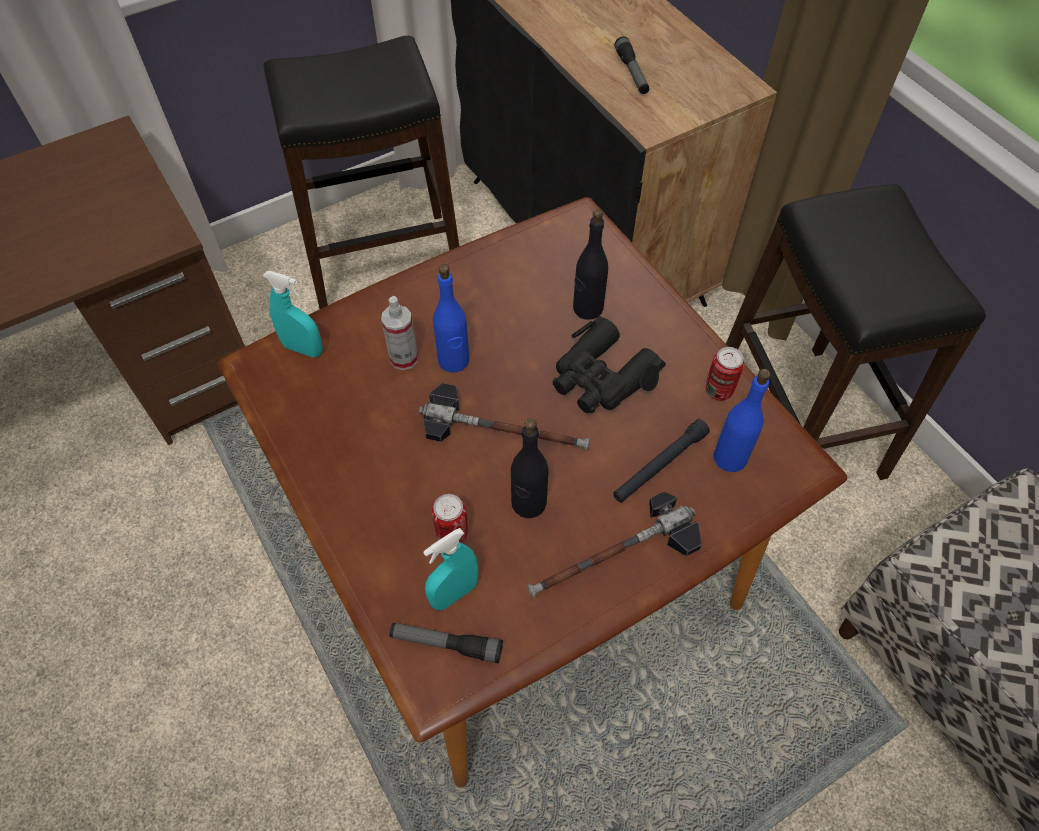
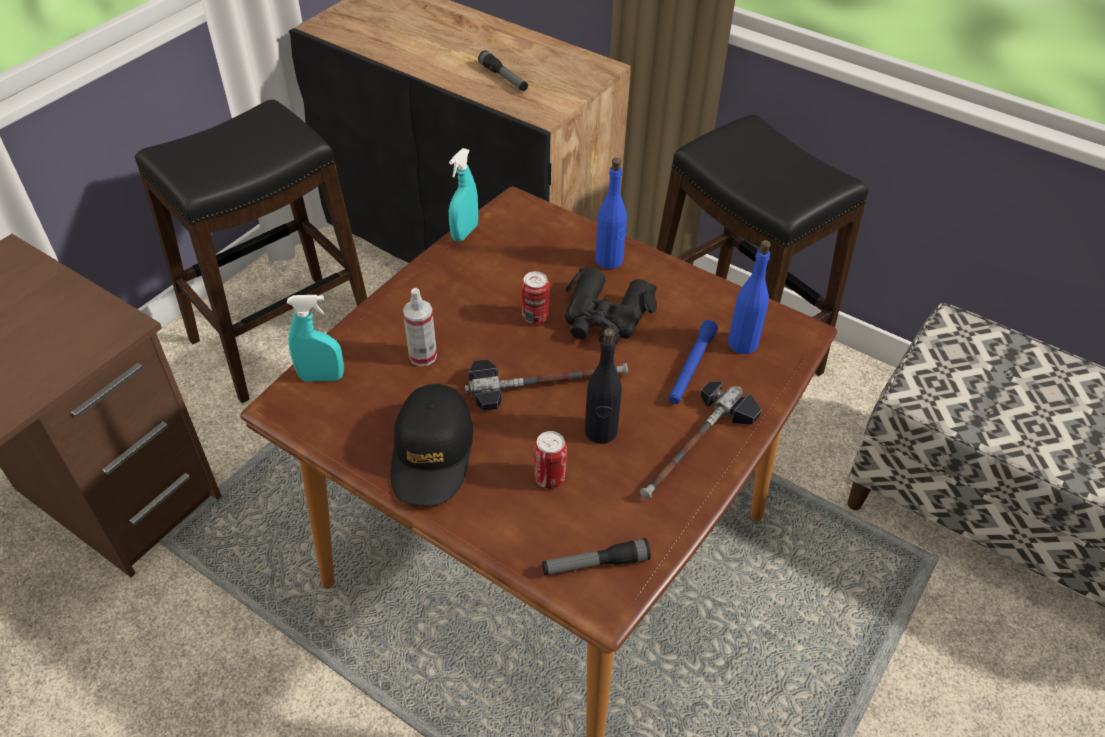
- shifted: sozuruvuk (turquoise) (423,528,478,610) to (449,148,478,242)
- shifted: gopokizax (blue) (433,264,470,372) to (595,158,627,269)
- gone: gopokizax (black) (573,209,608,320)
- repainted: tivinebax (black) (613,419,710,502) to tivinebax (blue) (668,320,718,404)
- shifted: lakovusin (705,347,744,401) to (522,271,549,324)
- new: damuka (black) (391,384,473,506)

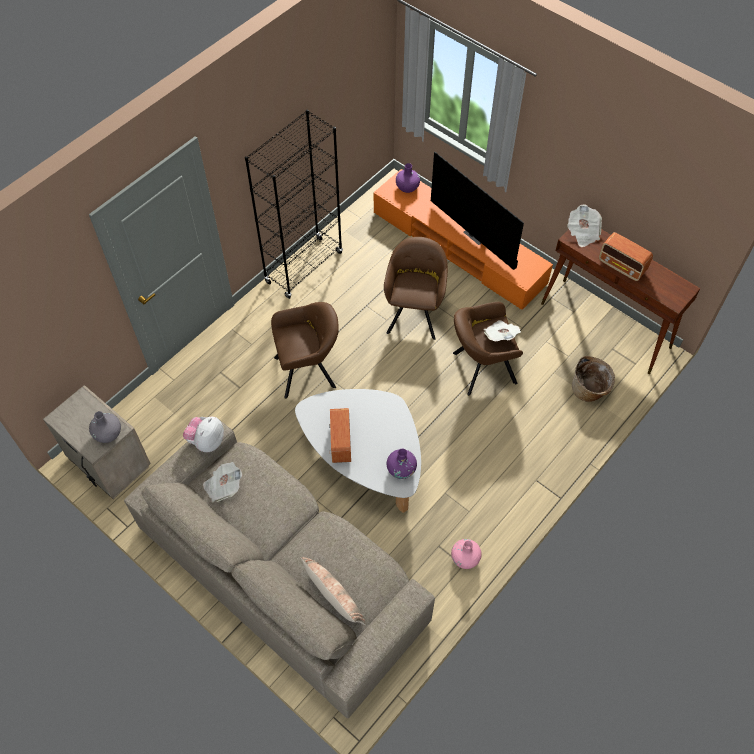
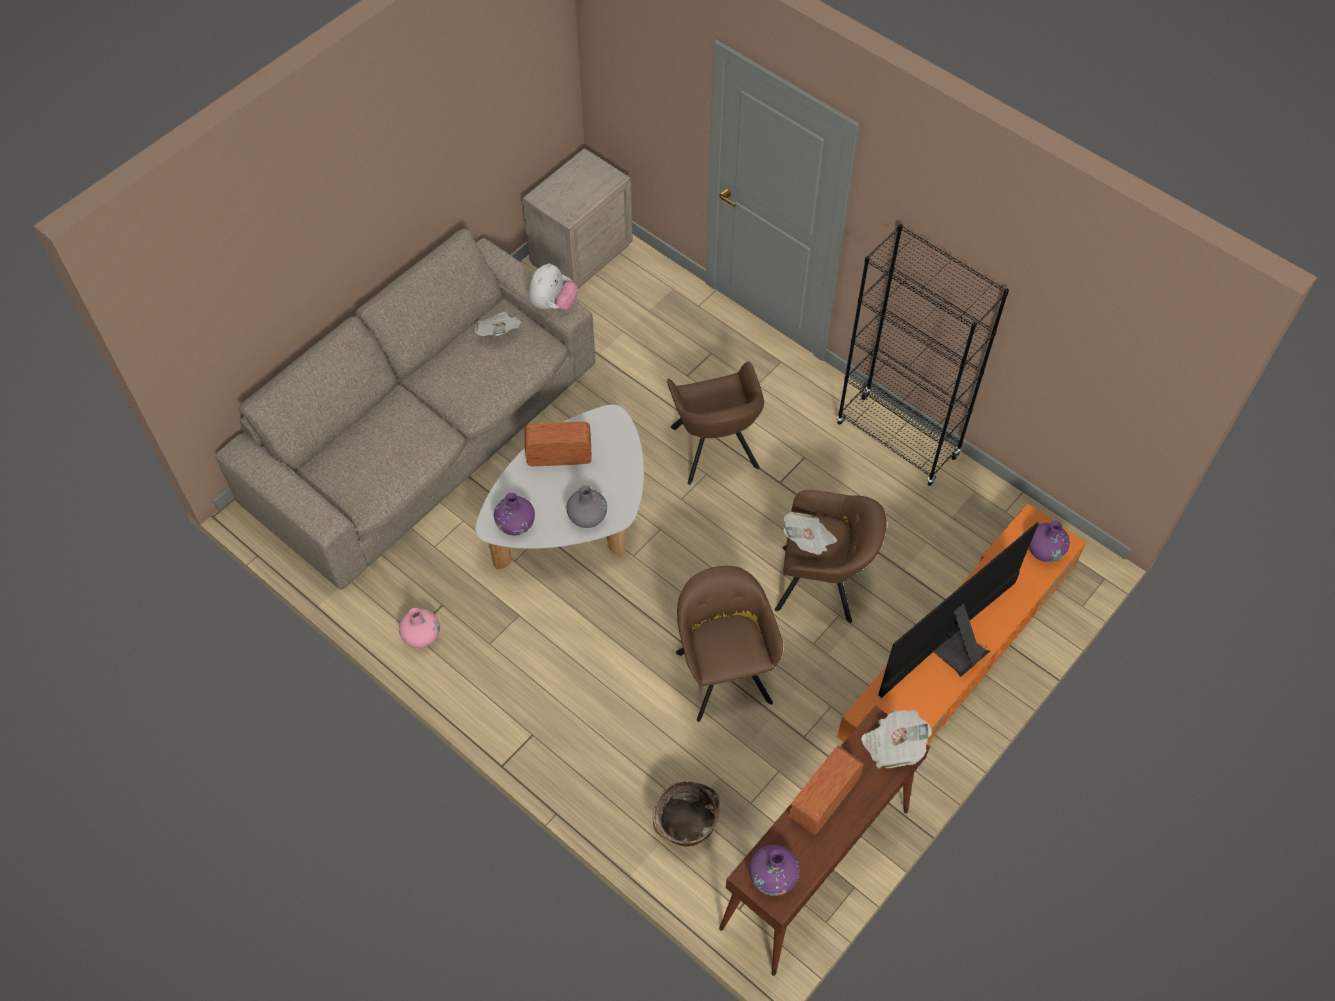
- shifted: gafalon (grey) (89,411,121,443) to (566,485,607,528)
- rotated: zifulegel (183,417,224,452) = (528,263,578,310) 90 degrees clockwise
- gone: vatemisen (301,557,366,625)
- shifted: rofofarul (483,320,521,341) to (783,512,837,555)
- new: gafalon (purple) (749,845,799,896)

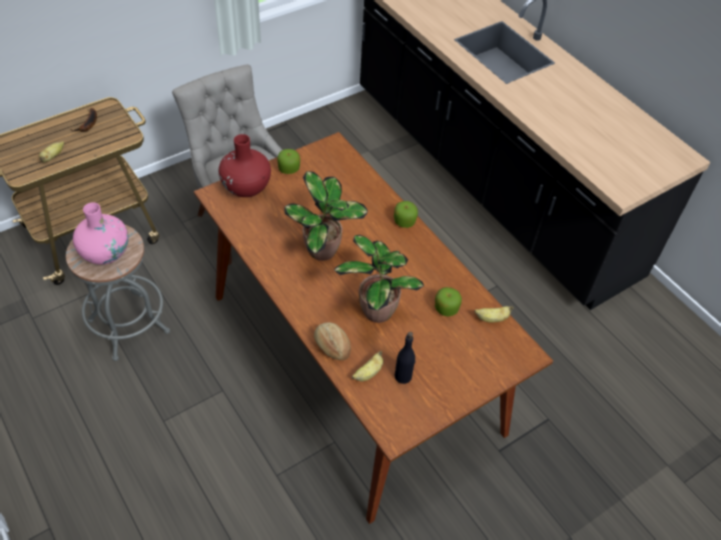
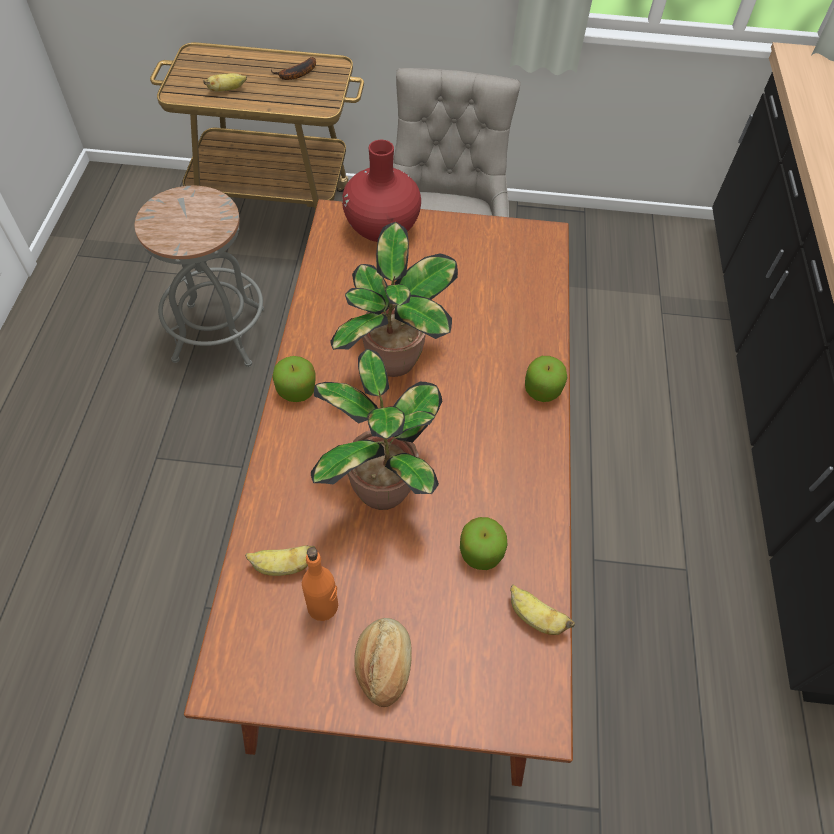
- gone: gafalon (pink) (73,202,129,265)
- shifted: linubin (277,149,300,174) to (272,356,316,402)
- shifted: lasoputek (314,322,351,360) to (354,618,412,707)
- repainted: gopokizax (black) (394,332,415,384) to gopokizax (orange) (302,547,338,621)

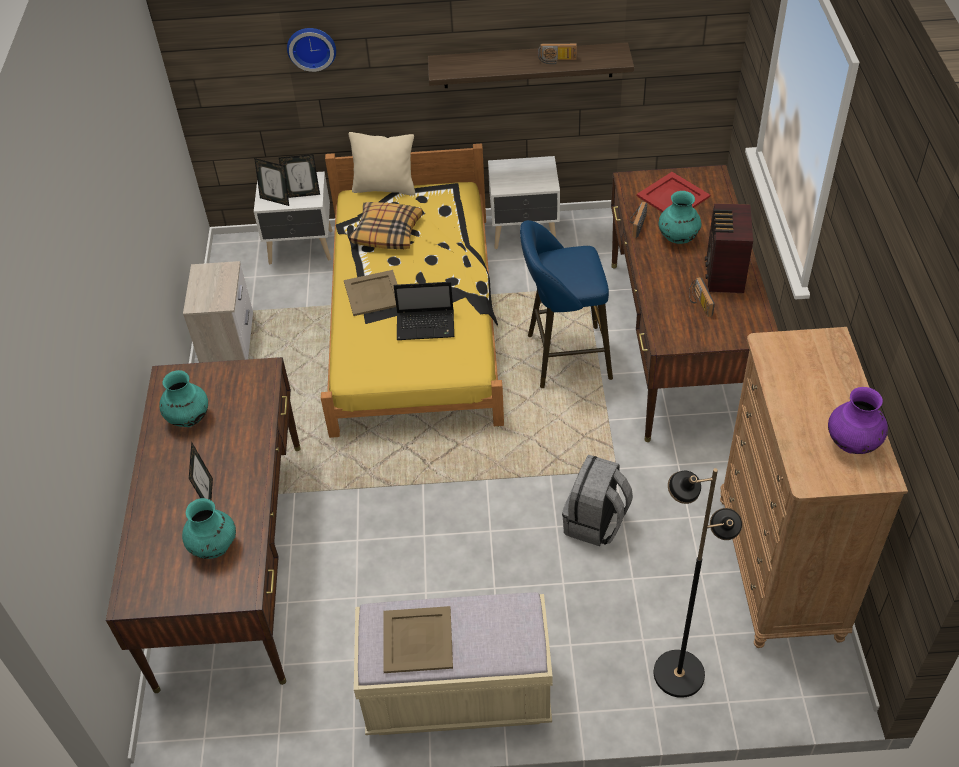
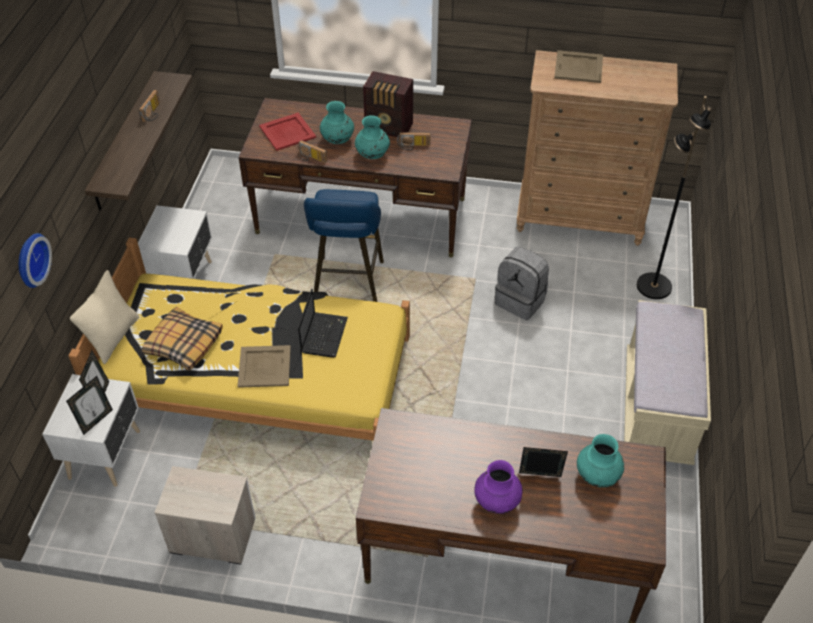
- shifted: gafalon (turquoise) (159,370,208,427) to (355,115,390,159)
- shifted: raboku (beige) (383,606,453,673) to (554,50,603,83)
- shifted: gafalon (purple) (828,387,888,454) to (474,460,523,514)

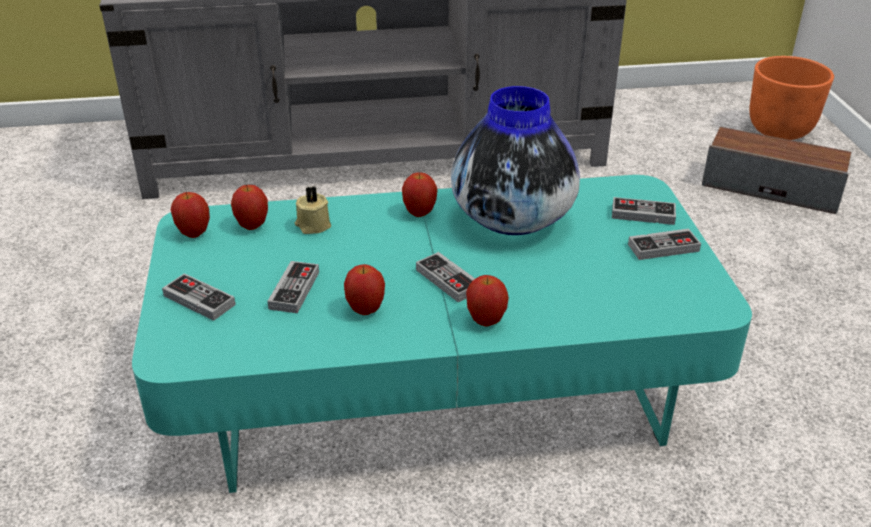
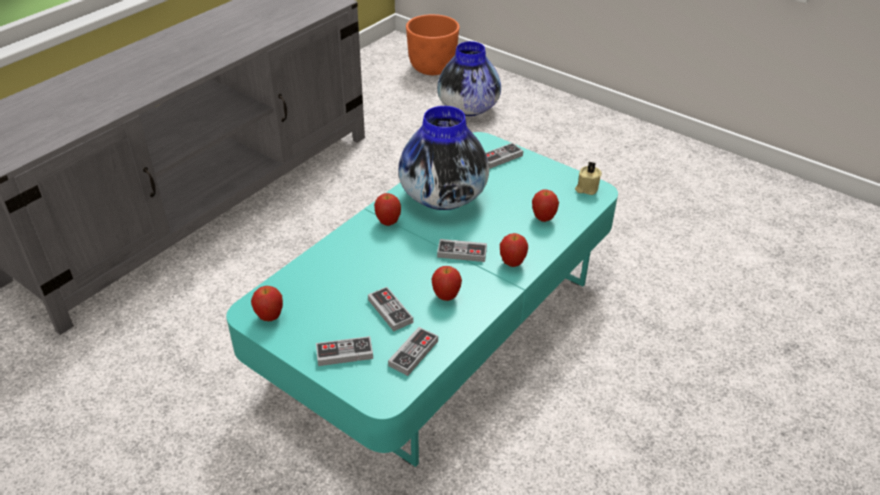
- shifted: linubin (231,185,268,230) to (532,190,559,222)
- shifted: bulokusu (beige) (295,186,331,234) to (575,162,602,195)
- shifted: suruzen (628,229,701,260) to (388,327,438,376)
- swapped: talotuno (702,127,851,214) to gafalon (437,41,501,116)

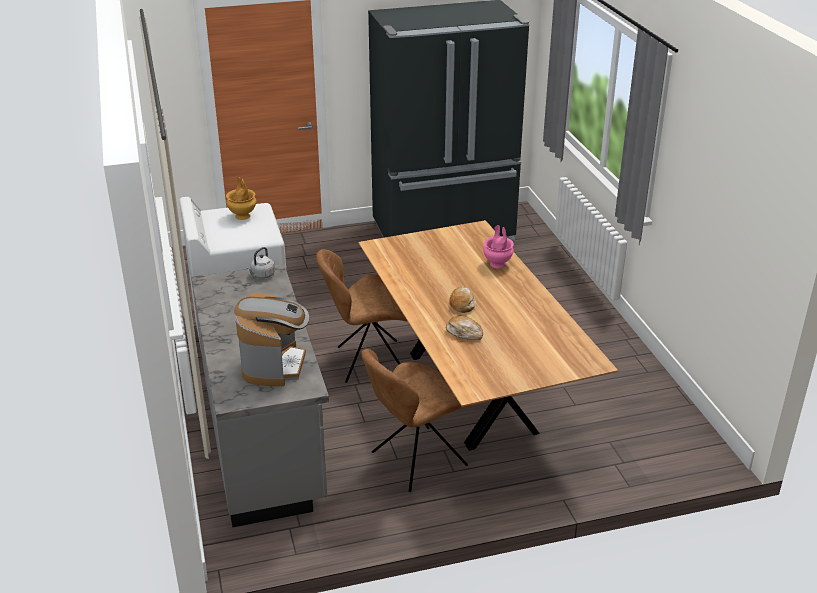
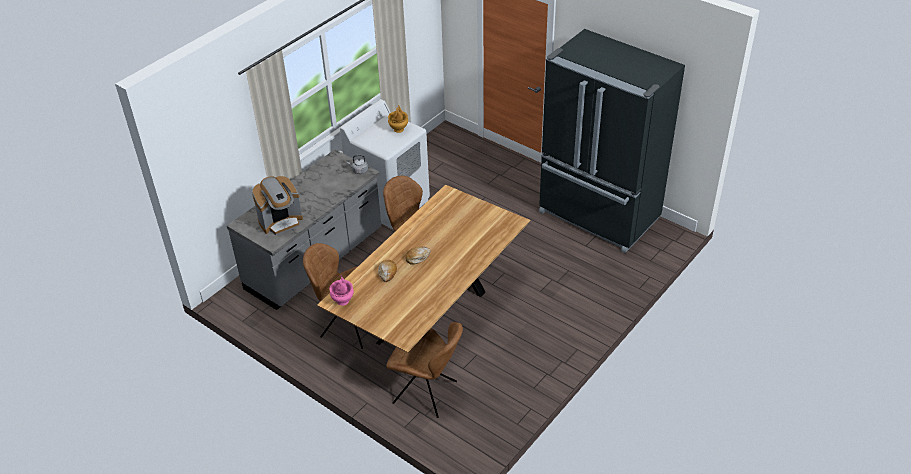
- shifted: gafalon (pink) (483,225,514,268) to (329,276,354,306)
- new: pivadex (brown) (386,322,463,418)

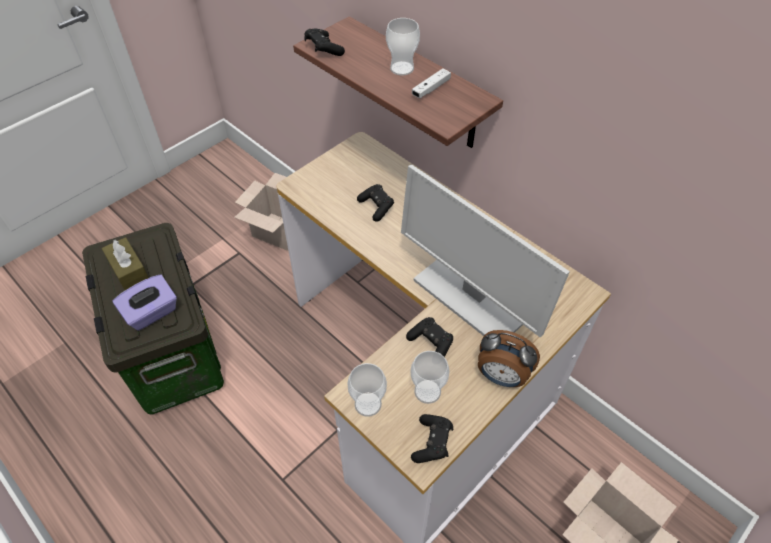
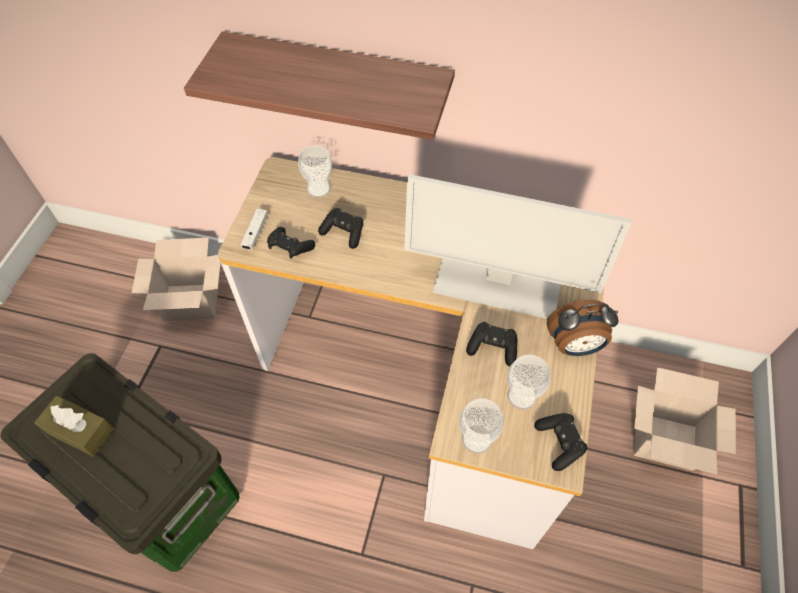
- gone: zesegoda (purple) (112,275,177,330)
- shifted: suruzen (black) (304,29,345,56) to (267,227,315,259)
- shifted: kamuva (386,18,420,76) to (298,146,332,198)
- shifted: suruzen (white) (412,68,451,98) to (241,209,268,250)

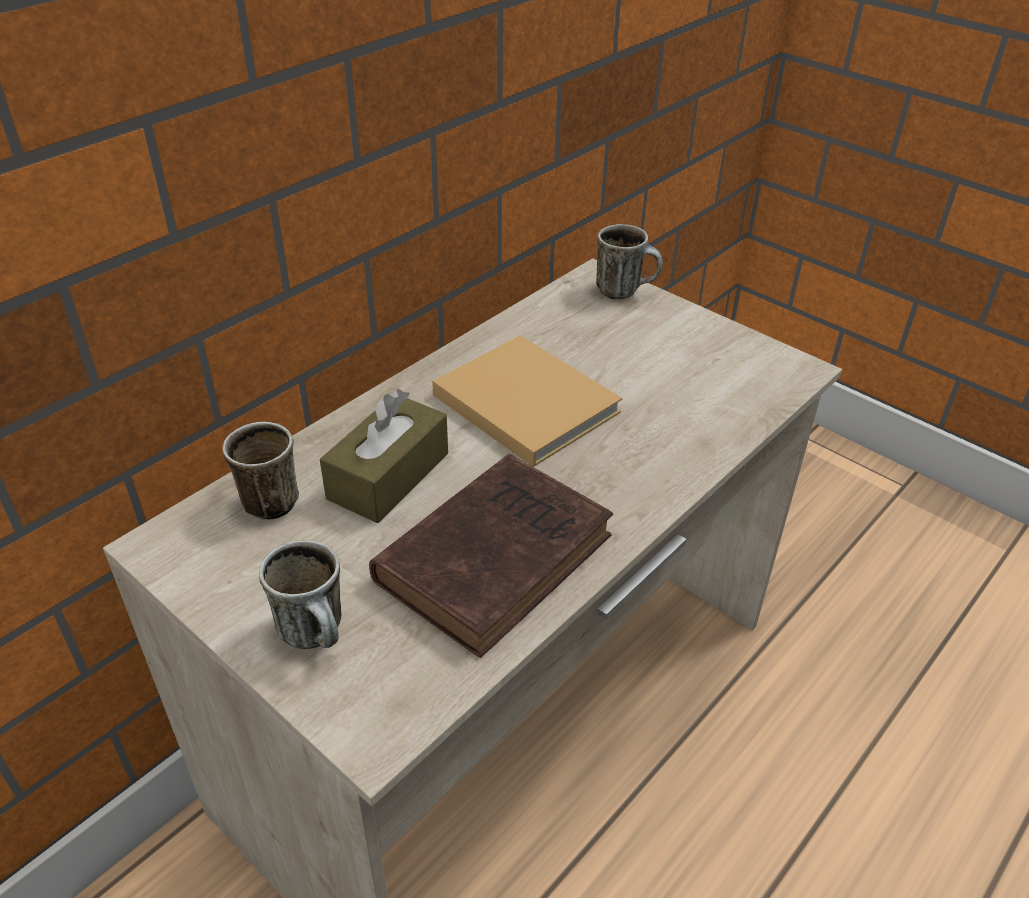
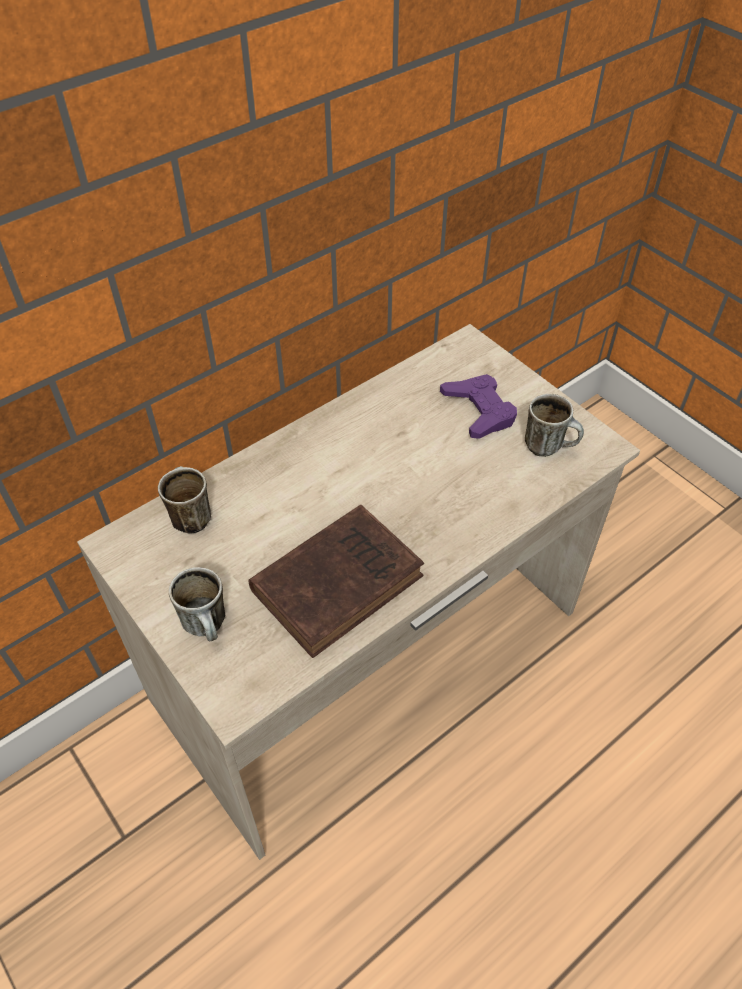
- gone: zesegoda (brown) (320,389,448,523)
- gone: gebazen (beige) (432,335,622,467)
- shifted: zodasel (596,224,663,299) to (525,394,584,457)
- new: suruzen (purple) (440,374,517,439)

